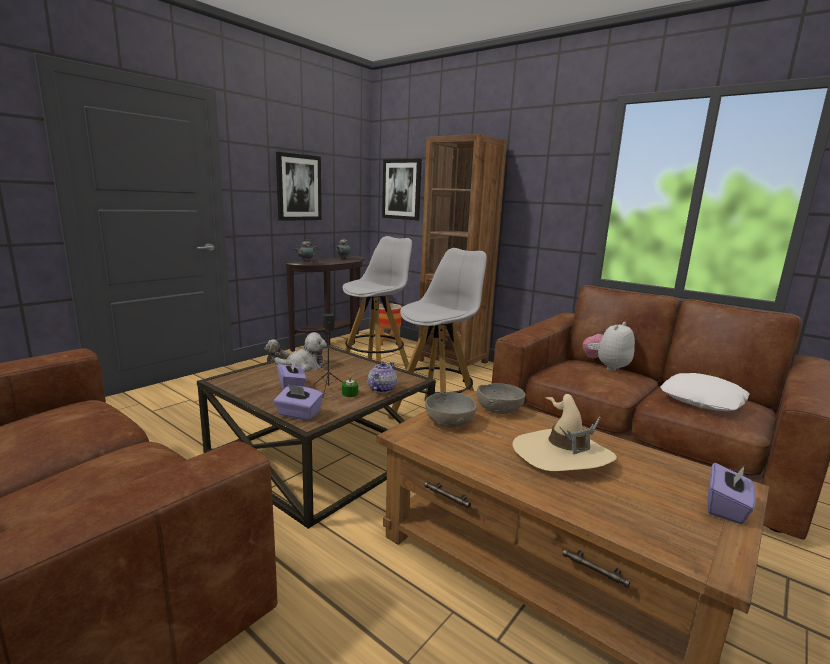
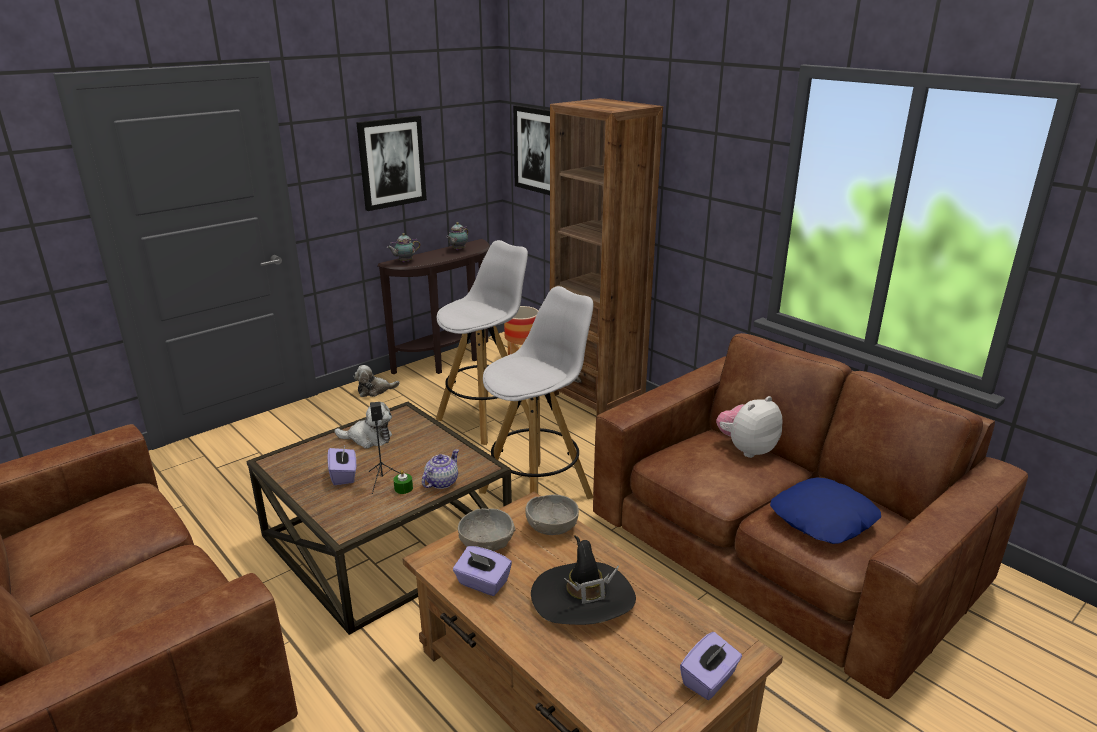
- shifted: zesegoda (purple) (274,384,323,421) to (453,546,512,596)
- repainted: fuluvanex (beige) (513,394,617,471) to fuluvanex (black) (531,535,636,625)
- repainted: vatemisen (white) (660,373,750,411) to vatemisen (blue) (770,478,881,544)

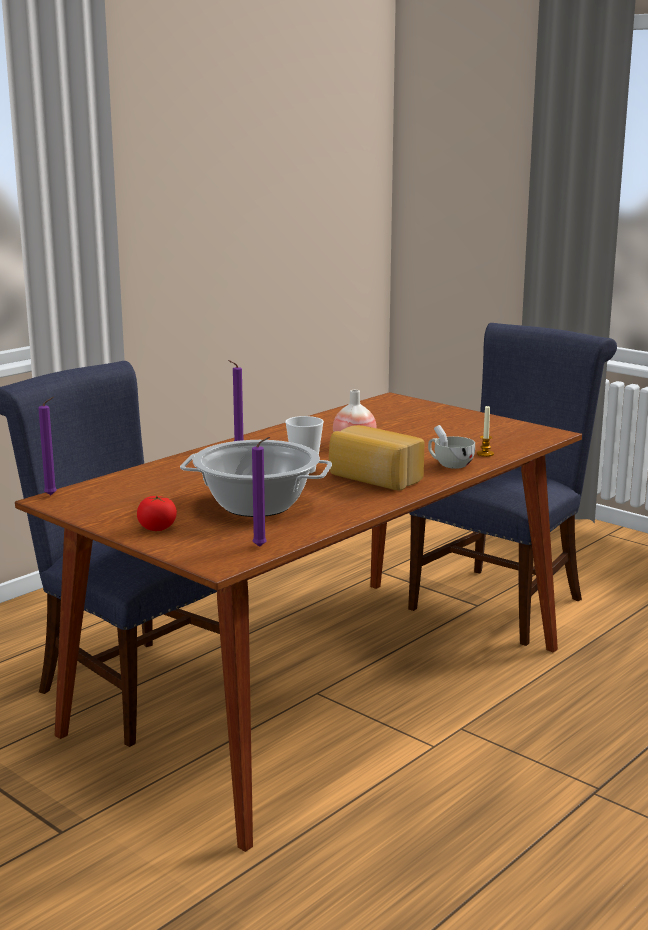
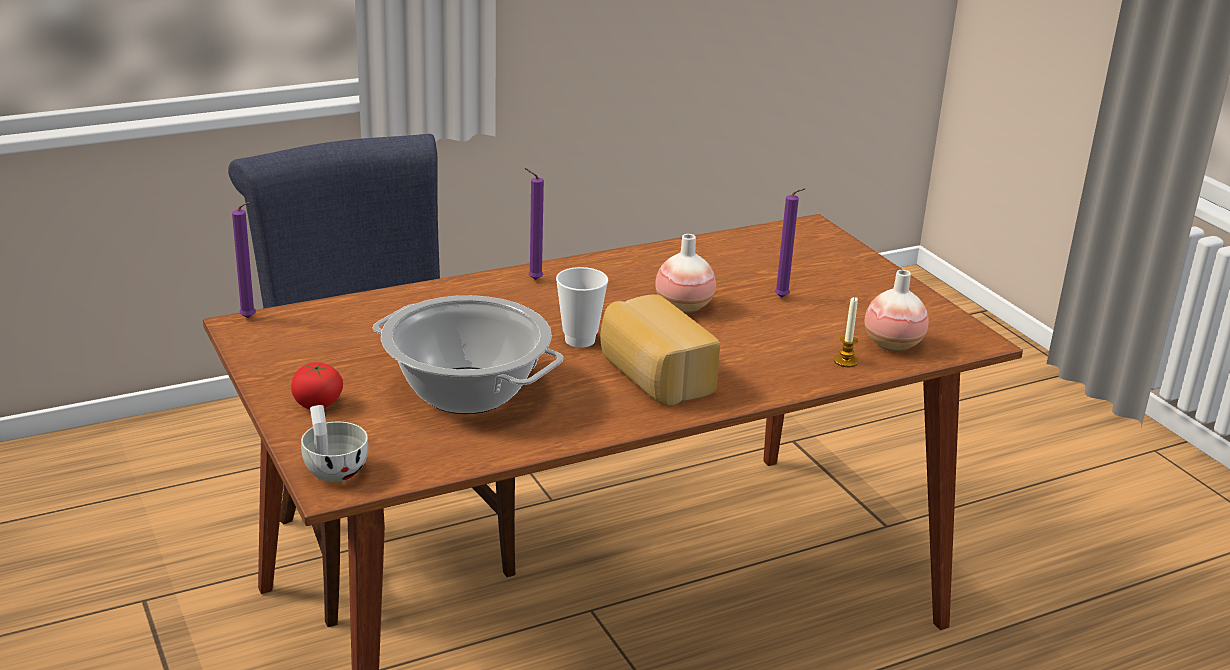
- shifted: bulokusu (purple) (252,437,270,547) to (775,188,806,298)
- gone: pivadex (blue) (408,323,617,646)
- shifted: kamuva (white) (428,425,475,469) to (301,405,368,482)
- new: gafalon (864,270,929,352)

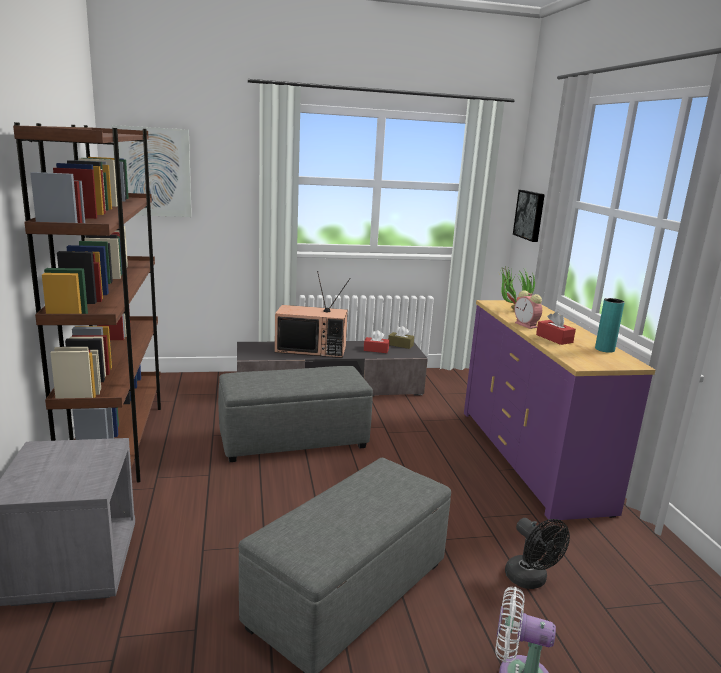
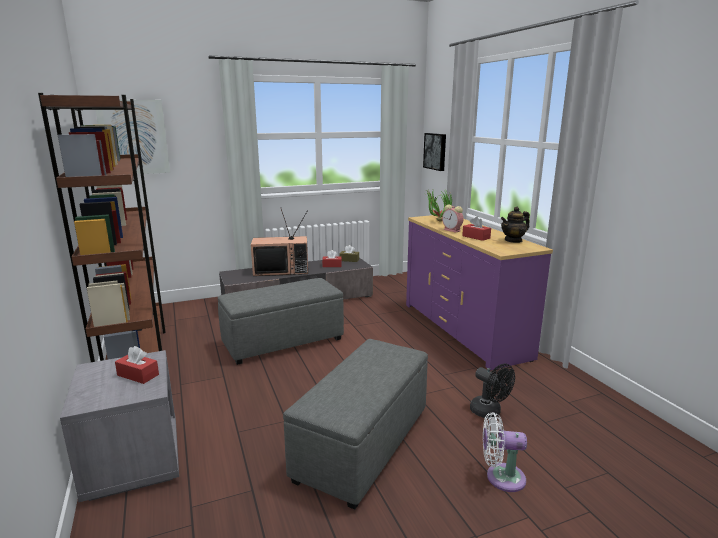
- swapped: gafalon (turquoise) (595,298,625,353) to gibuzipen (501,207,530,243)
- new: zesegoda (red) (115,346,159,384)

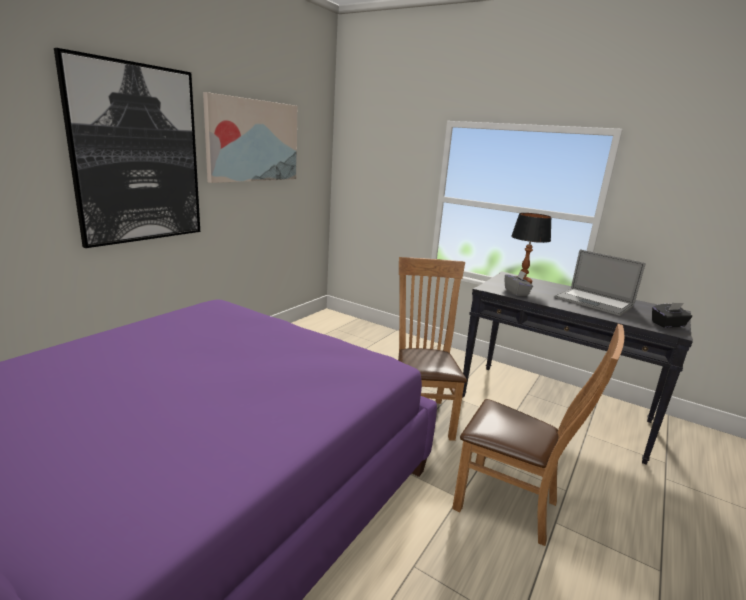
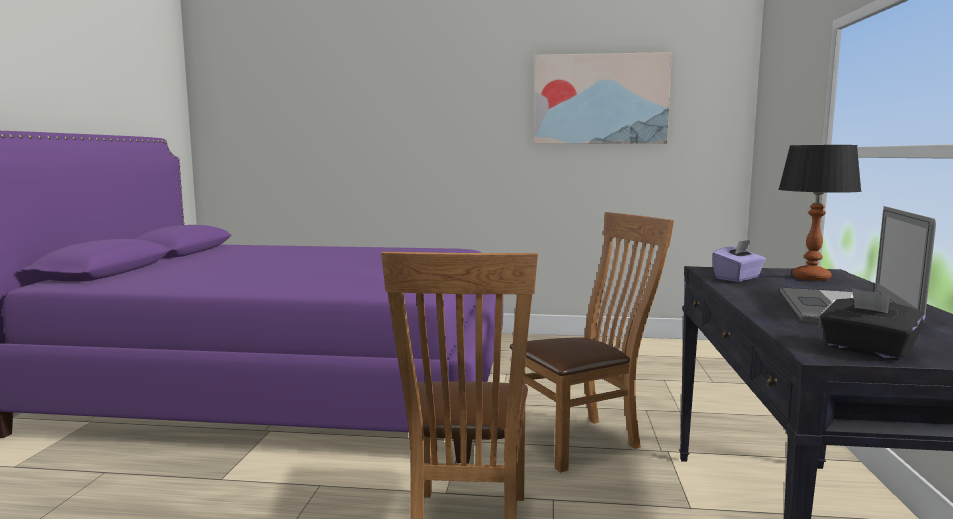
- gone: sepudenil (54,48,200,248)
- repainted: zesegoda (grey) (505,270,533,296) to zesegoda (purple) (712,240,766,282)

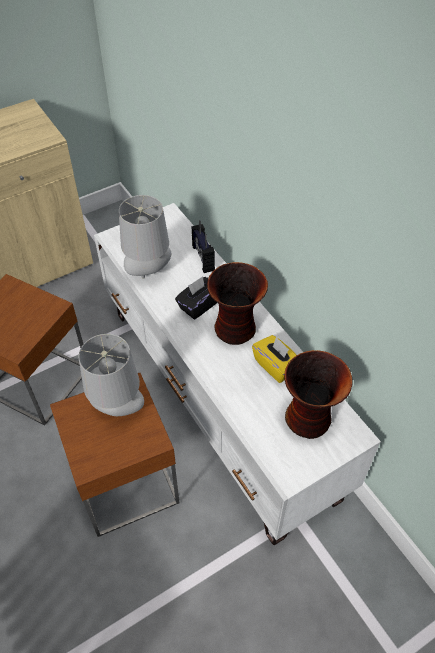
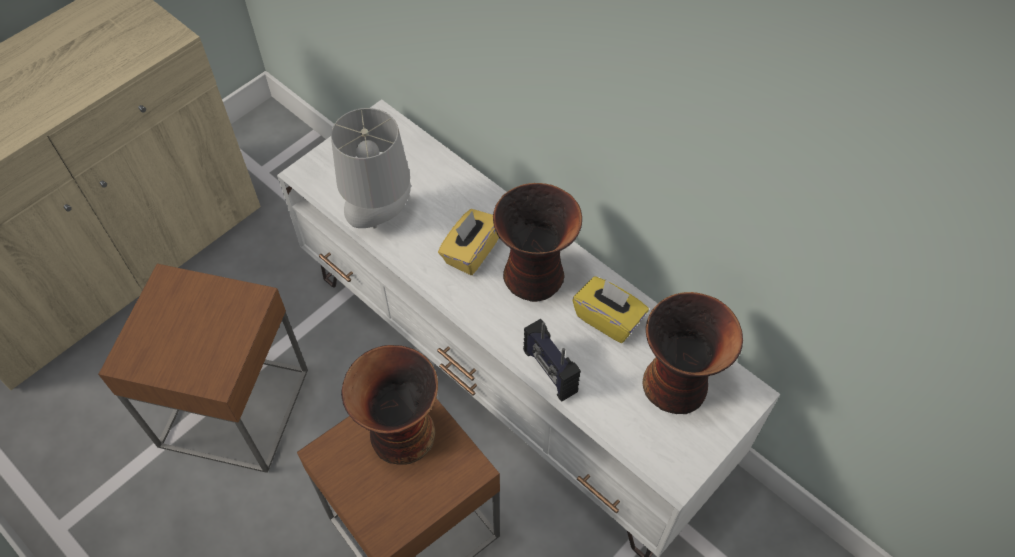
- swapped: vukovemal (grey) (79,334,144,416) to gafalon (341,345,438,465)
- repainted: zesegoda (black) (175,276,217,319) to zesegoda (yellow) (438,209,499,275)
- shifted: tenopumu (192,220,215,273) to (523,319,581,402)

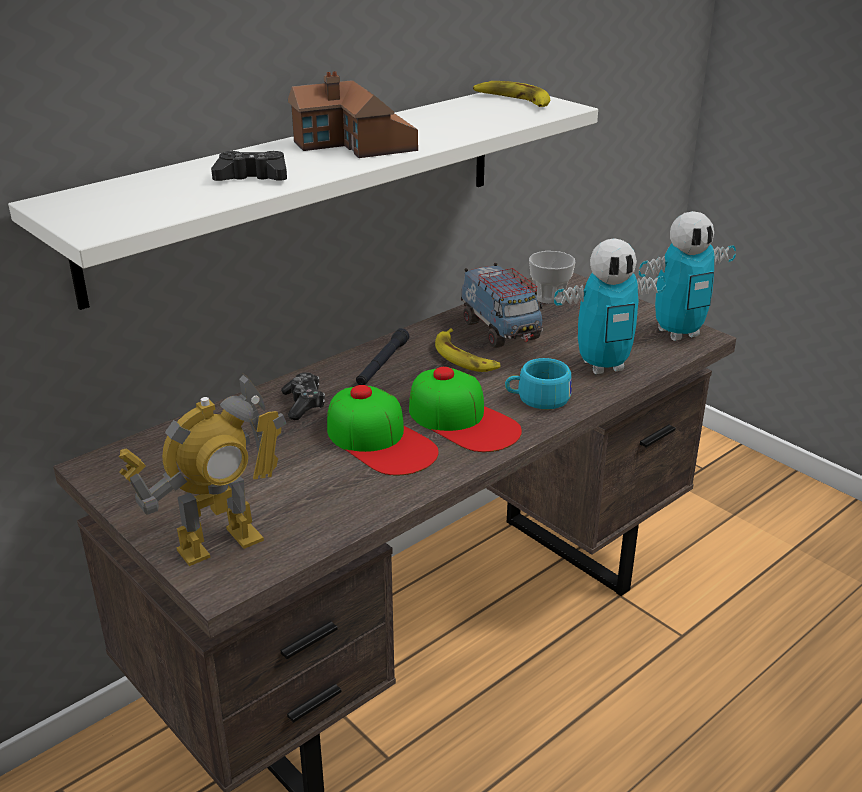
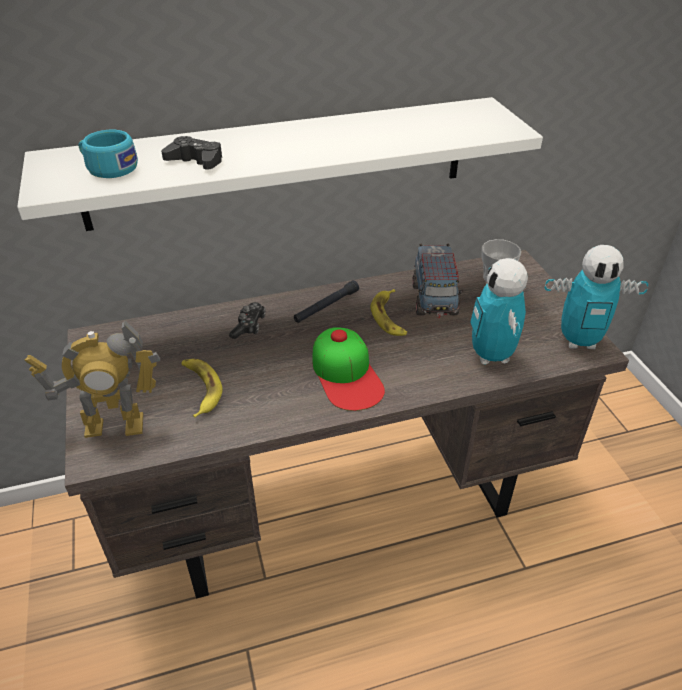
- gone: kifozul (288,71,418,158)
- gone: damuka (327,385,439,475)
- shifted: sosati (473,81,550,107) to (181,359,223,418)
- shifted: kamuva (turquoise) (505,358,572,409) to (79,130,138,178)
- rotated: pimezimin (554,238,666,374) = (470,258,528,365) 75 degrees clockwise

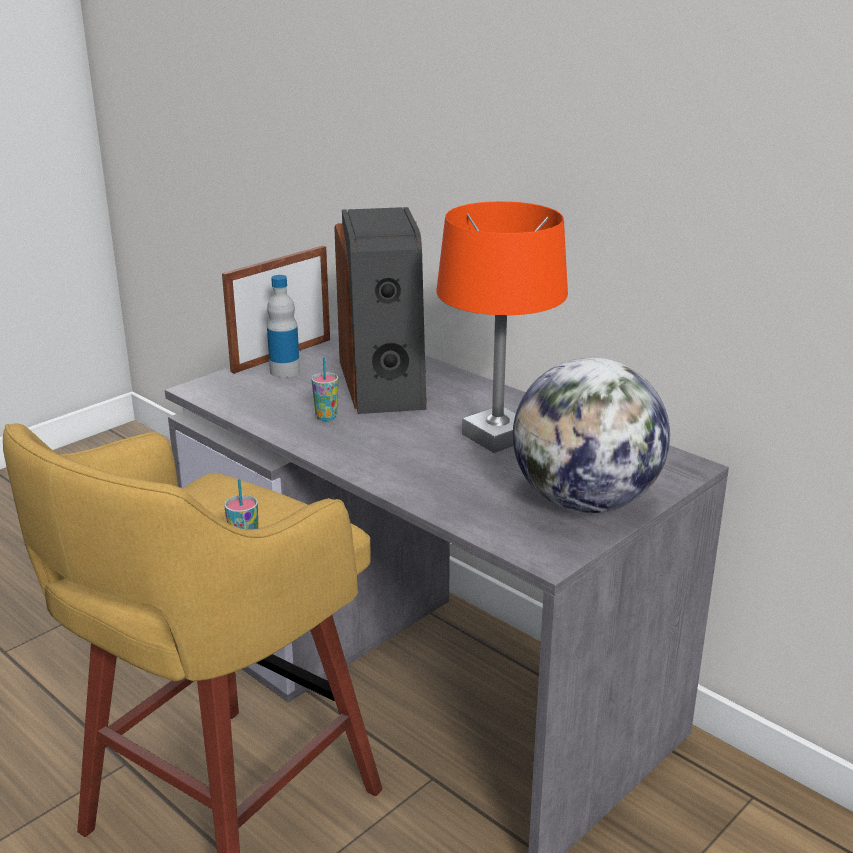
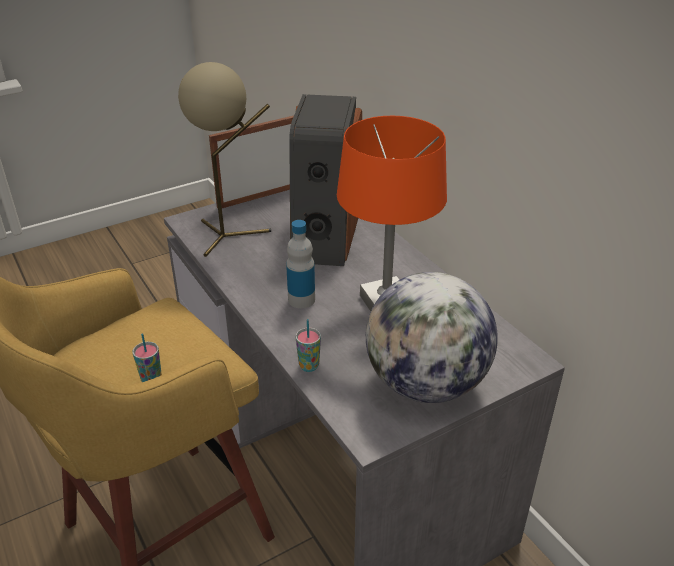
- shifted: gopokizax (267,275,300,378) to (286,220,315,308)
- shifted: kamuva (311,357,338,421) to (296,319,321,372)
- new: vukovemal (beige) (178,62,271,257)

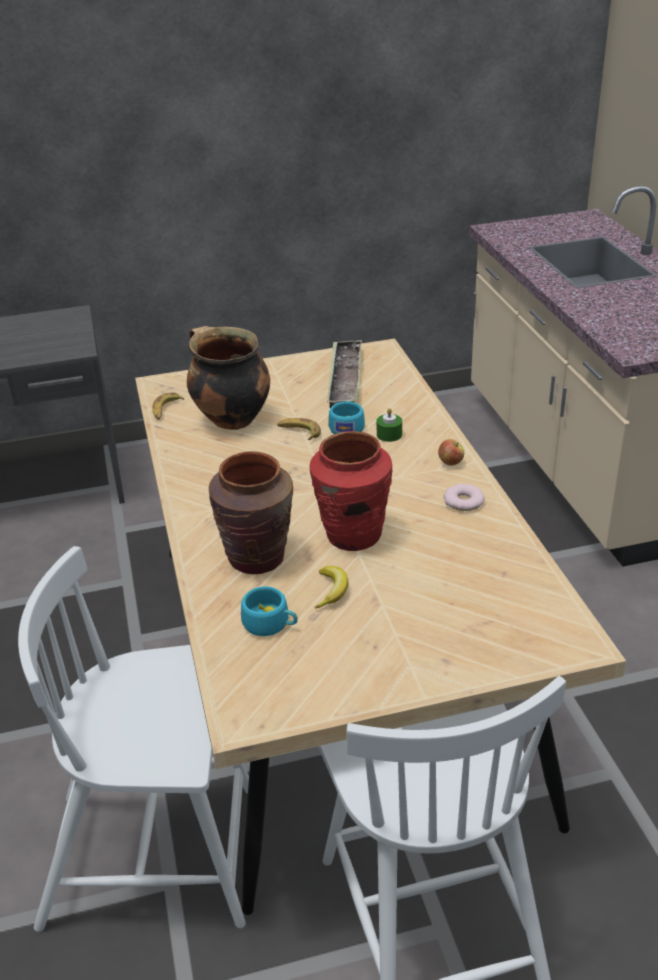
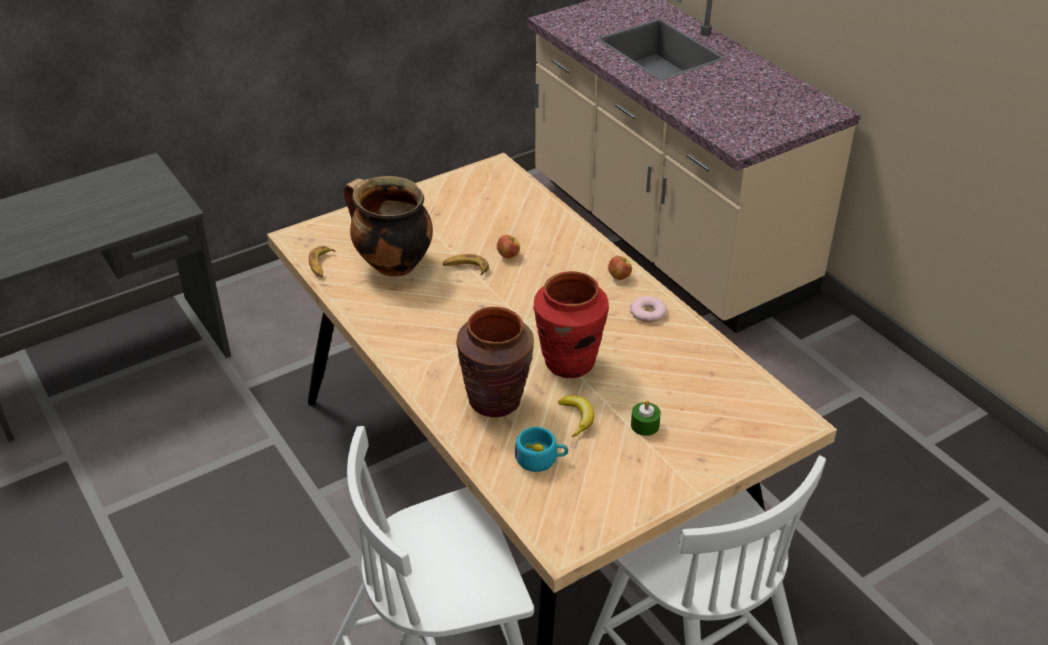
- gone: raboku (327,340,362,408)
- swapped: kamuva (turquoise) (328,401,365,434) to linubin (497,235,520,259)
- shifted: bulokusu (green) (377,408,402,442) to (631,400,661,436)

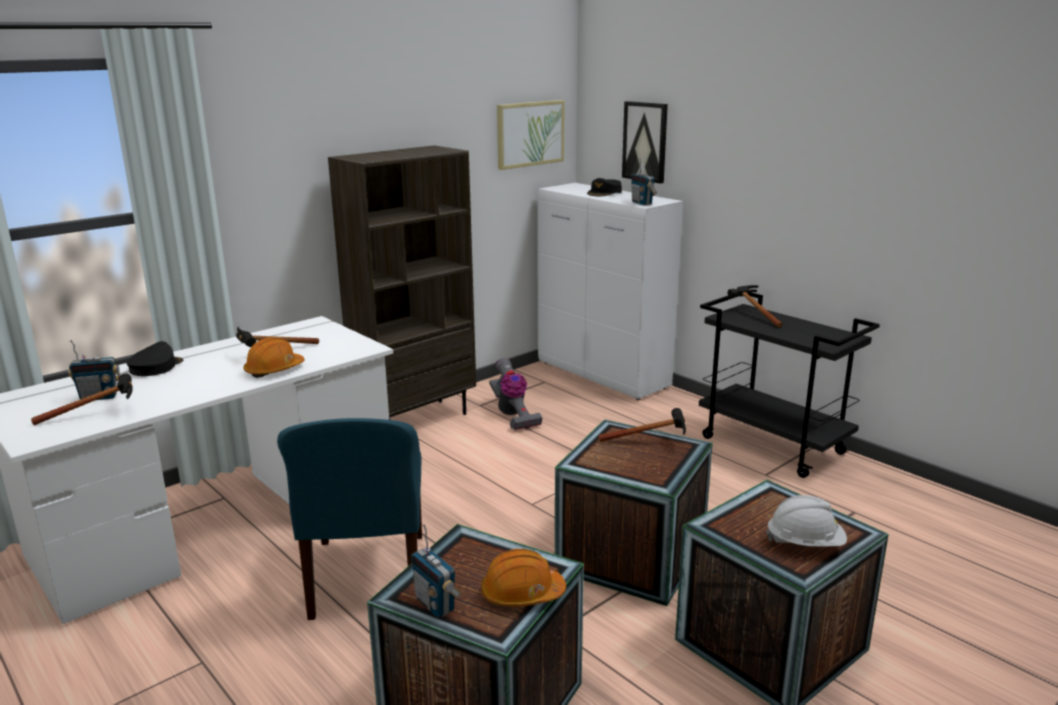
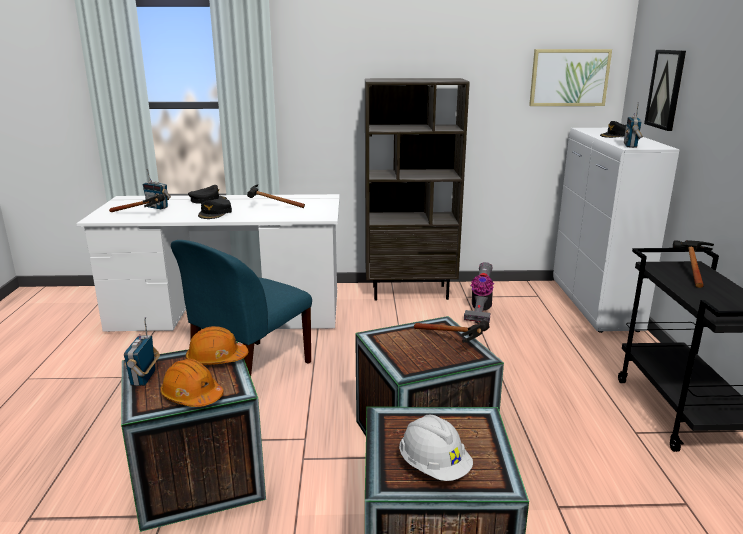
- shifted: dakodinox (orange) (243,337,305,378) to (186,326,248,365)
- new: damuka (black) (198,199,232,219)

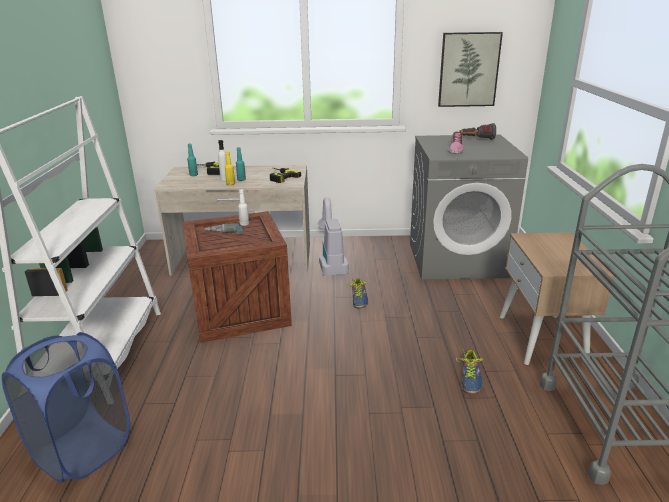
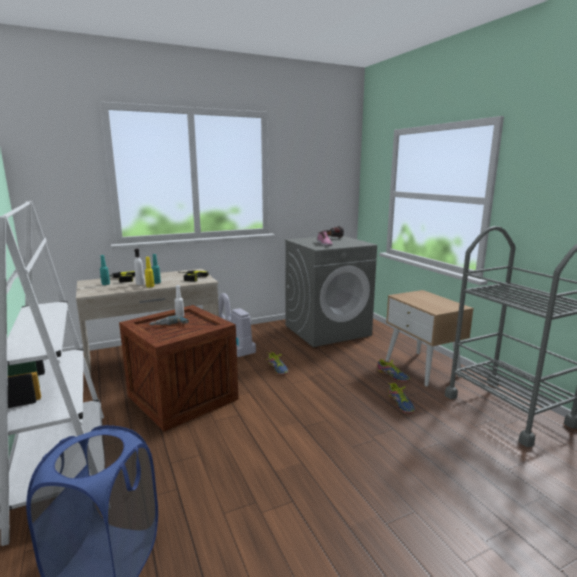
- gone: sepudenil (438,32,503,107)
- new: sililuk (378,359,410,382)

